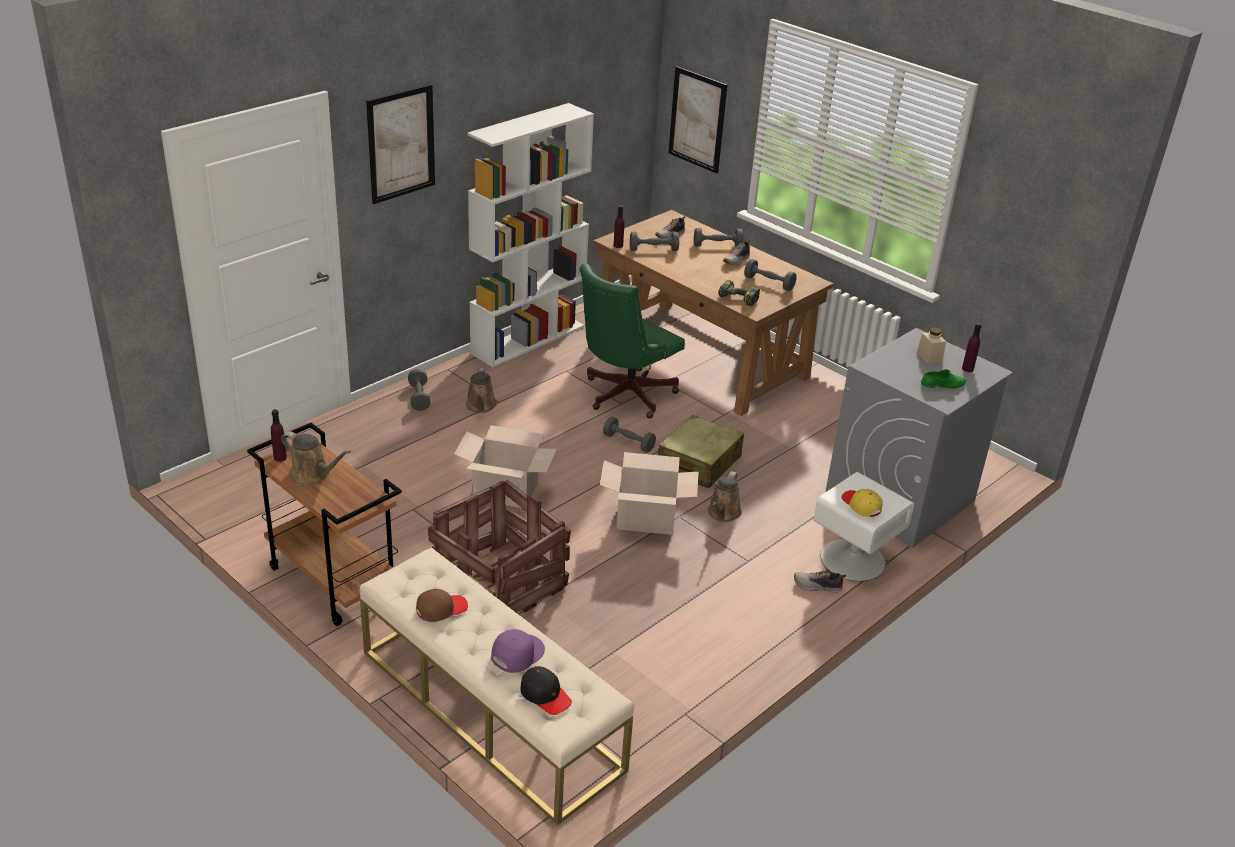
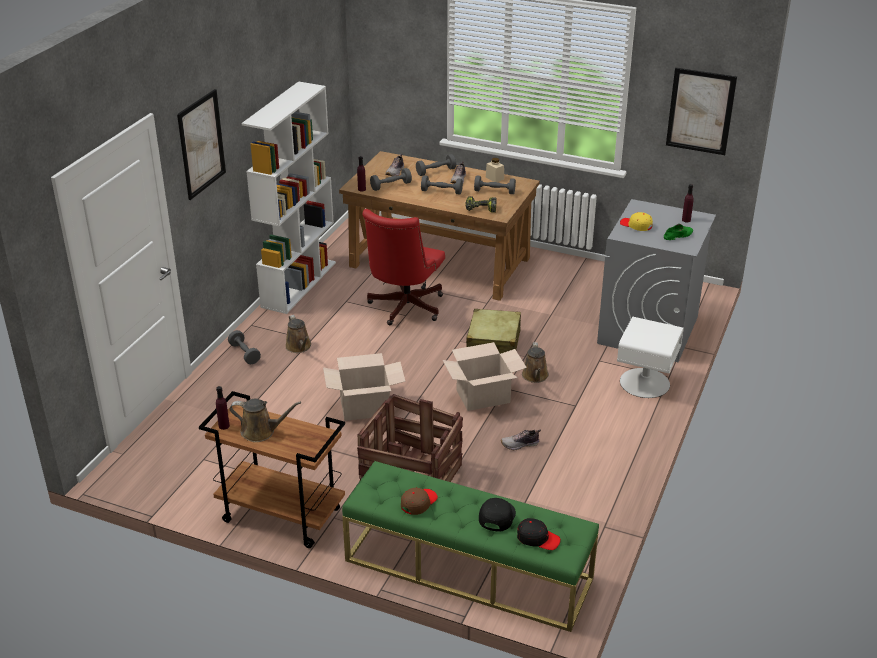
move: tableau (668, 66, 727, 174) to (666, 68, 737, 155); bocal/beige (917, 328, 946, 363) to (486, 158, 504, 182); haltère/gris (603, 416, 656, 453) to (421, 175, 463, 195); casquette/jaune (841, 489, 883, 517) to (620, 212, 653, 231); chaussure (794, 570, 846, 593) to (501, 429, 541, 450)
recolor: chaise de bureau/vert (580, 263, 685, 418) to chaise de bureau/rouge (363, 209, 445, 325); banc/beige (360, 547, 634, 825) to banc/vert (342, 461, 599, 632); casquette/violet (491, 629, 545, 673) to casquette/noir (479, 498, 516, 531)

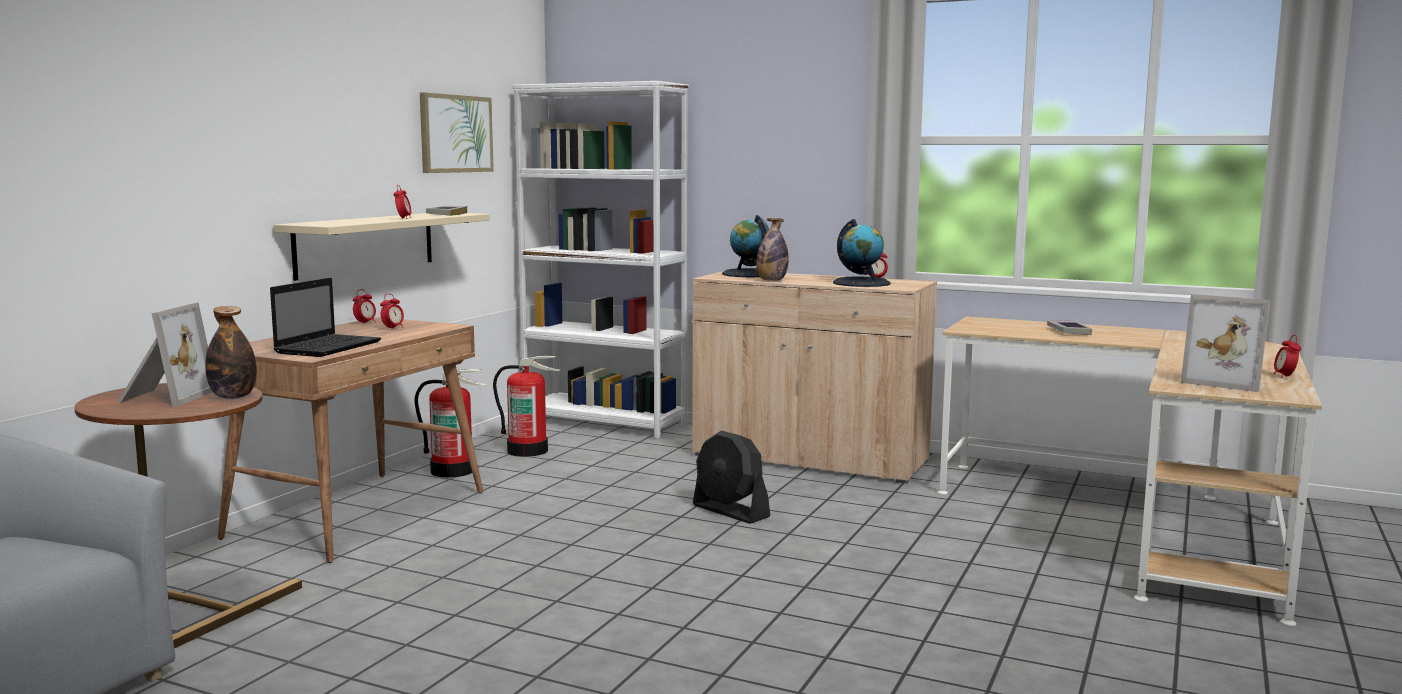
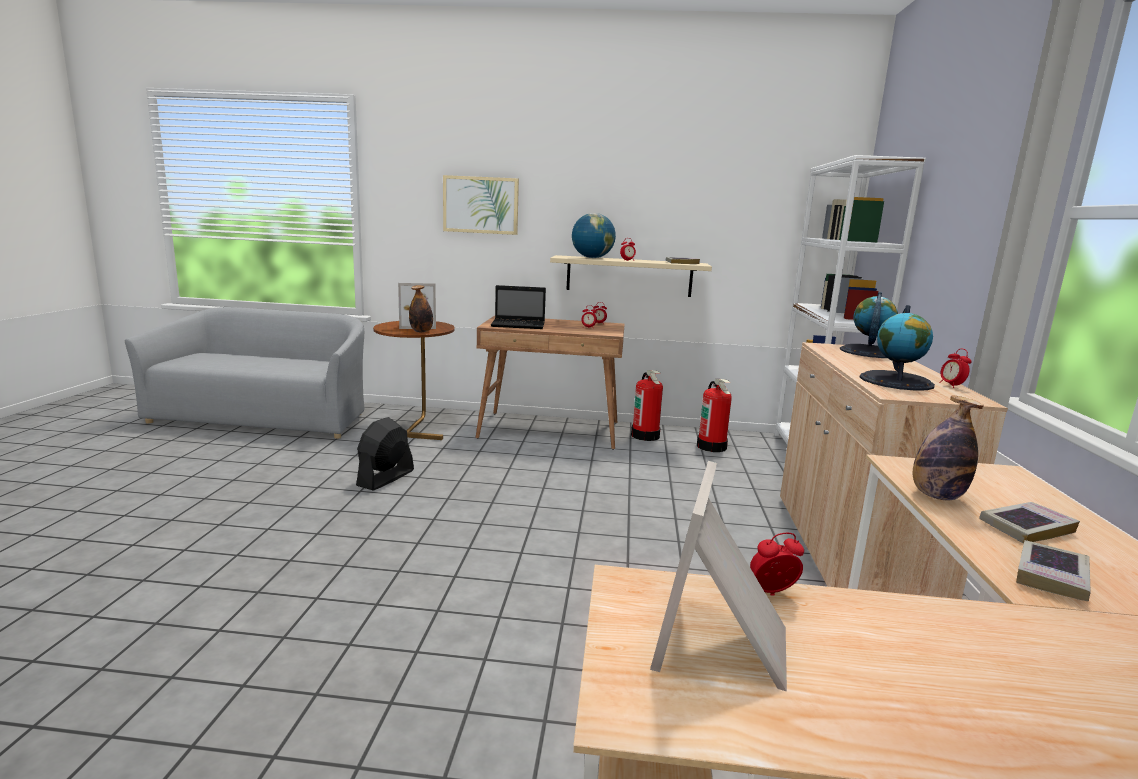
insert: globe (572, 213, 616, 258); livre (1016, 540, 1091, 601)
move: tableau (420, 92, 494, 173) to (443, 175, 519, 235); bouteille (756, 218, 789, 281) to (913, 395, 984, 500); réveil (1274, 335, 1301, 378) to (750, 533, 804, 596); ventilateur/noir (693, 431, 770, 524) to (356, 417, 414, 490)

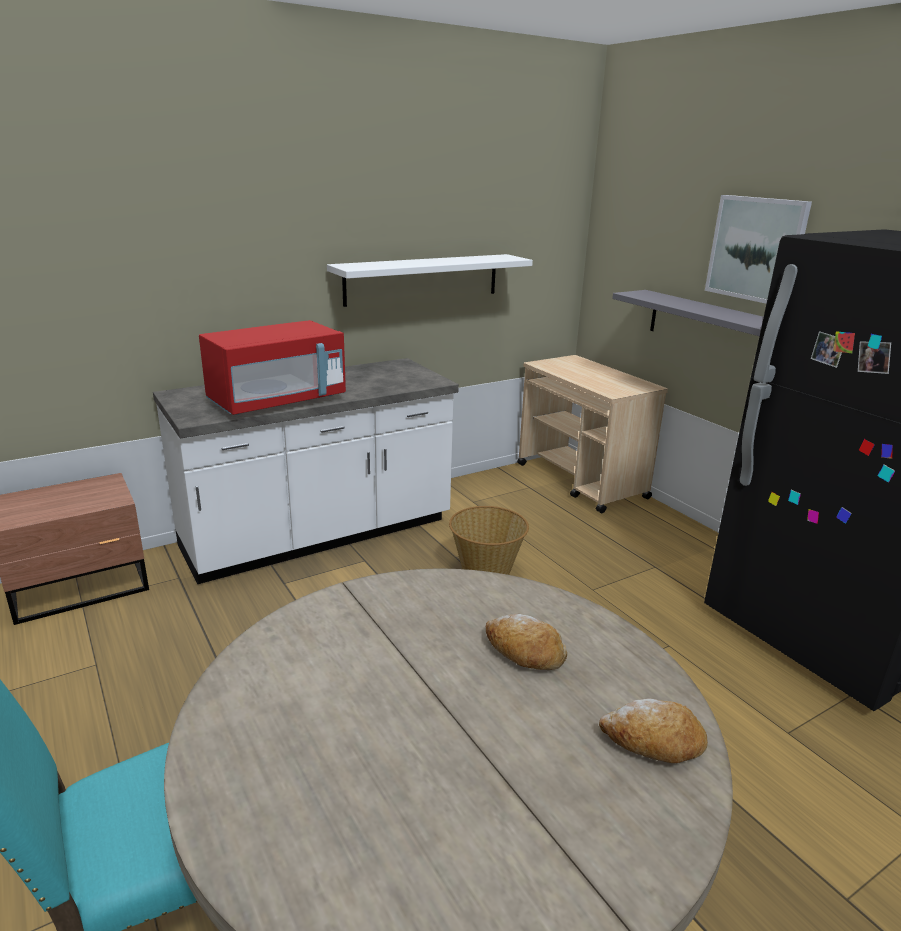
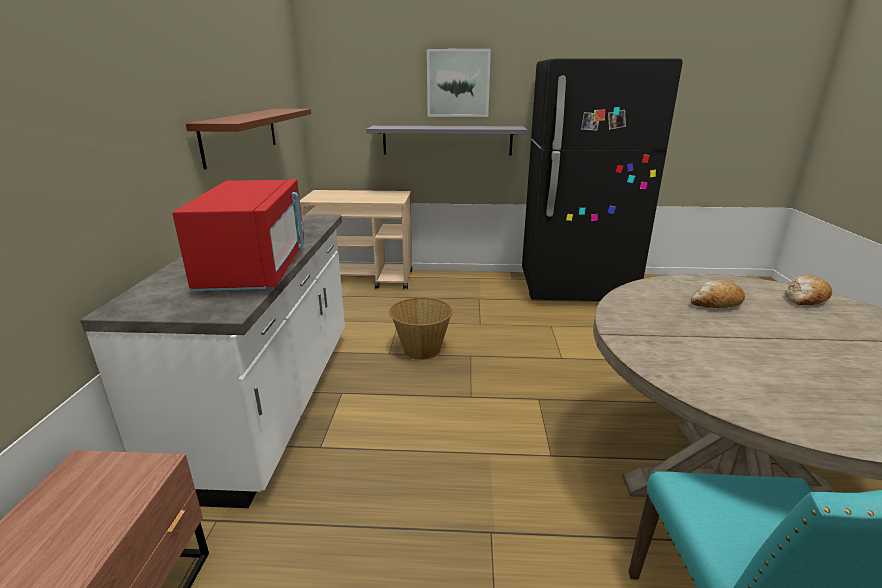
recolor: étagère/blanc (327, 254, 533, 307) to étagère/marron (186, 109, 311, 170)

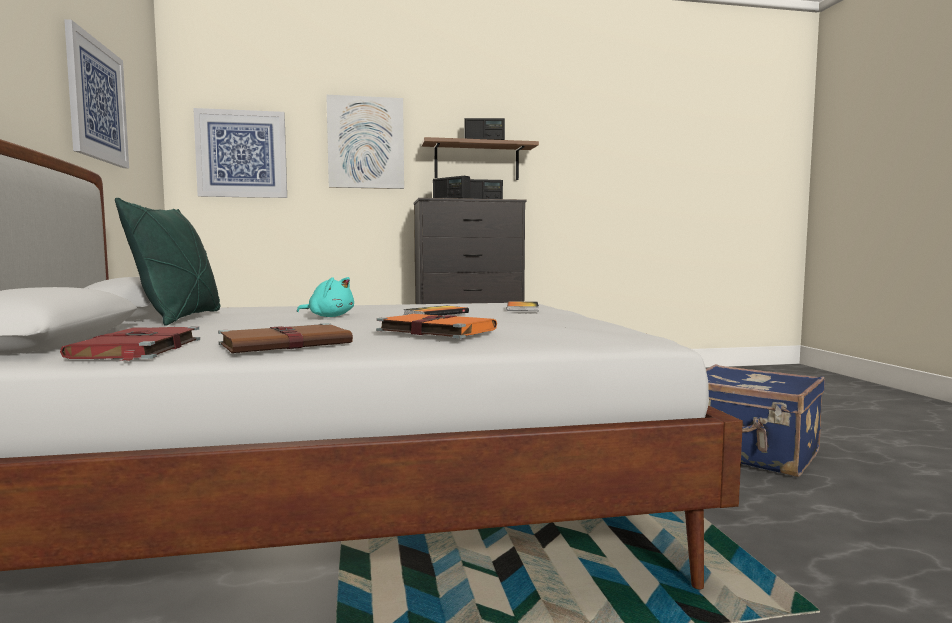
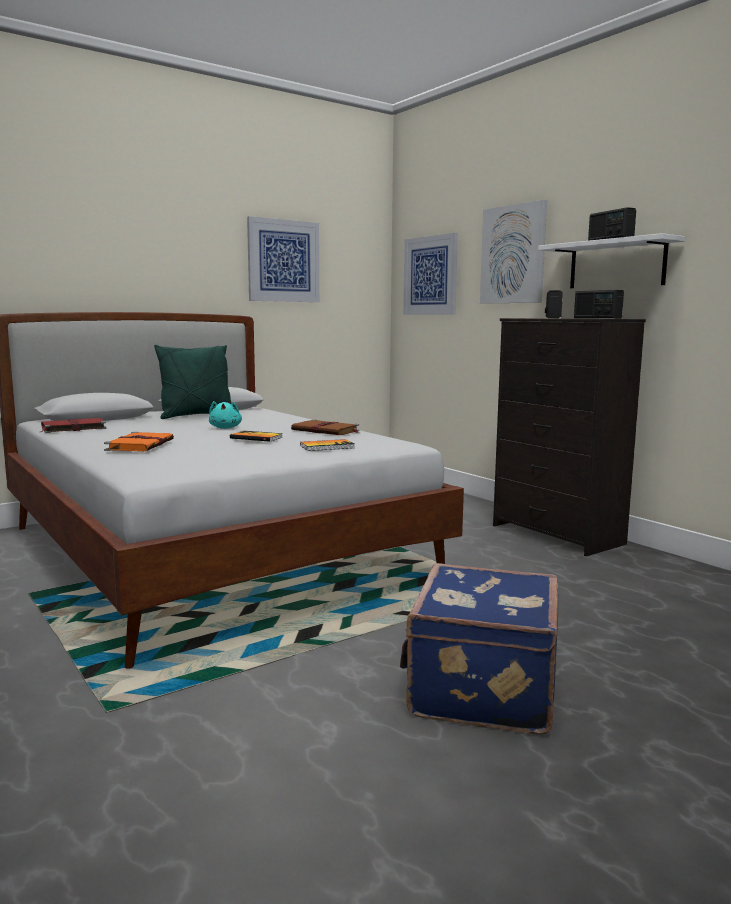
move: livre/marron (218, 323, 353, 353) to (291, 419, 359, 435)
recolor: étagère/marron (421, 137, 539, 180) to étagère/blanc (538, 233, 685, 288)

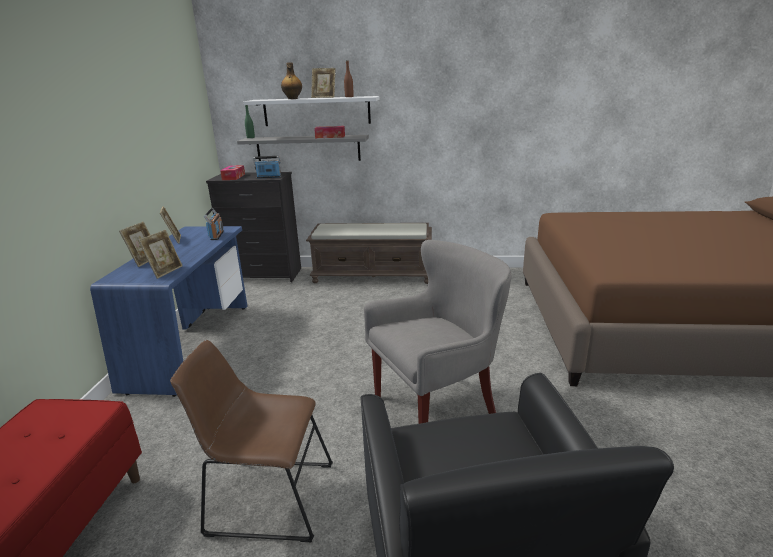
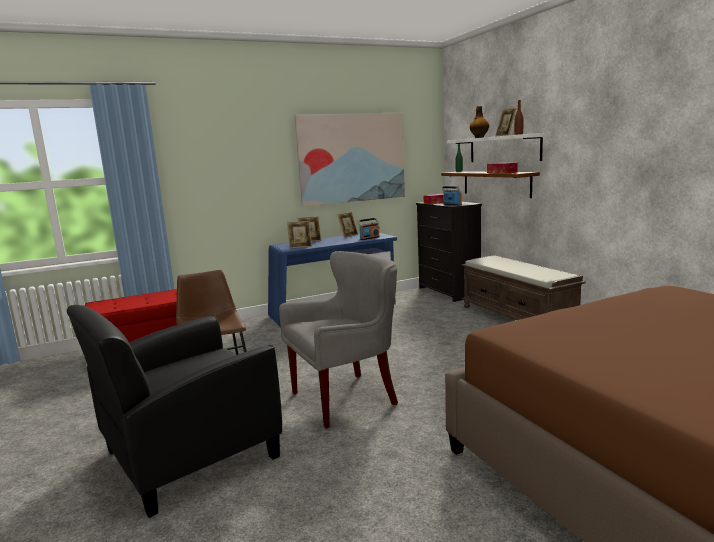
insert: tableau (295, 113, 405, 207)
recolor: étagère/gris (237, 135, 369, 161) to étagère/marron (441, 171, 540, 198)
rotate: fauteuil/gris (364, 240, 512, 424) = (279, 251, 398, 428) 60 degrees counterclockwise

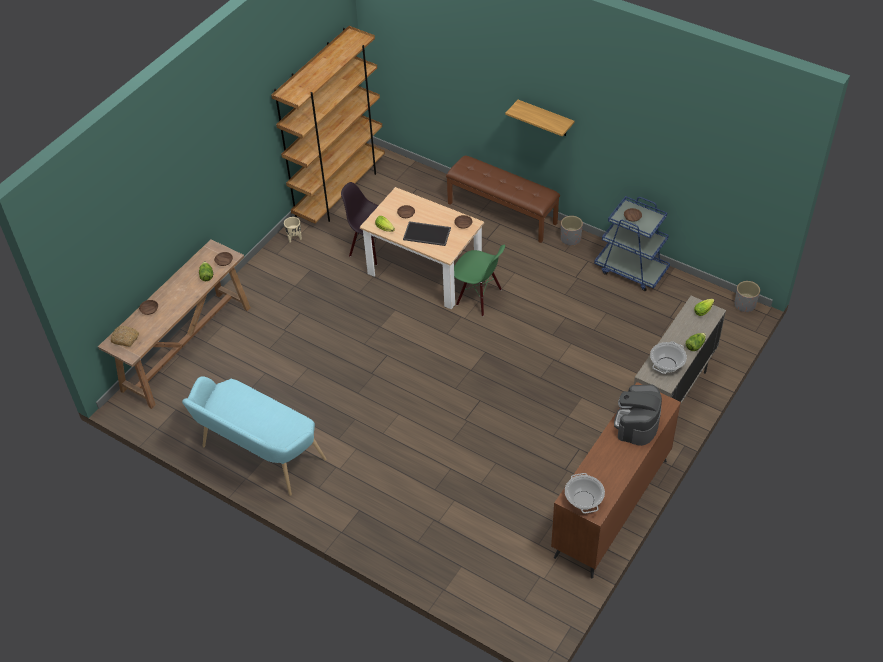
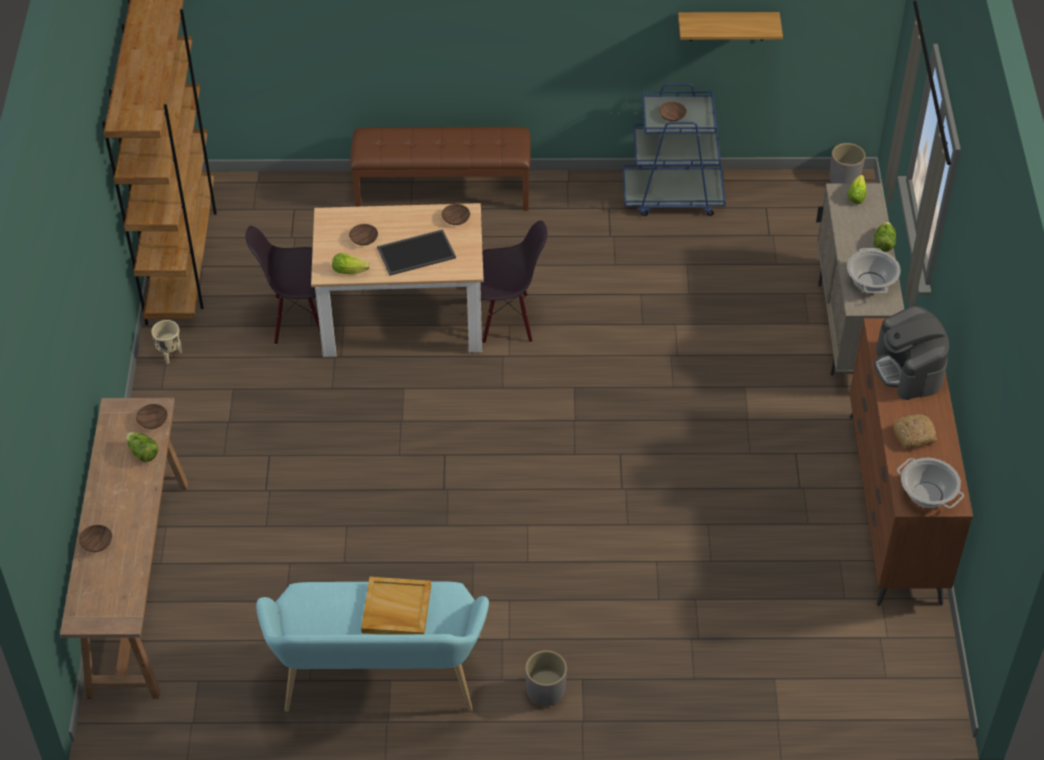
insert: plateau/beige (361, 577, 431, 635)
move: étagère (505, 100, 575, 136) to (678, 12, 783, 41); cache-pot/gris (561, 216, 583, 246) to (525, 650, 567, 706); pain (111, 326, 139, 347) to (893, 414, 937, 449)
recolor: chaise/vert (454, 245, 505, 317) to chaise/noir (480, 220, 548, 344)

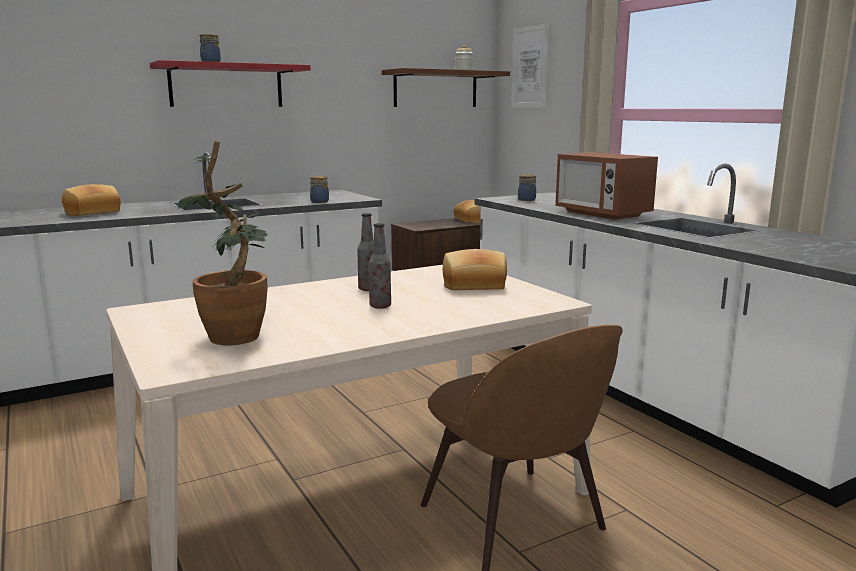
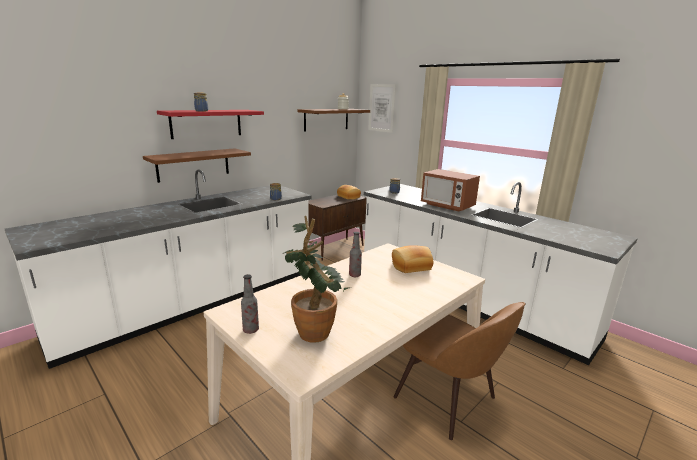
delete: pain (62, 184, 121, 216)
insert: étagère/marron (143, 148, 251, 183)
move: bouteille (369, 223, 391, 309) to (241, 274, 259, 334)

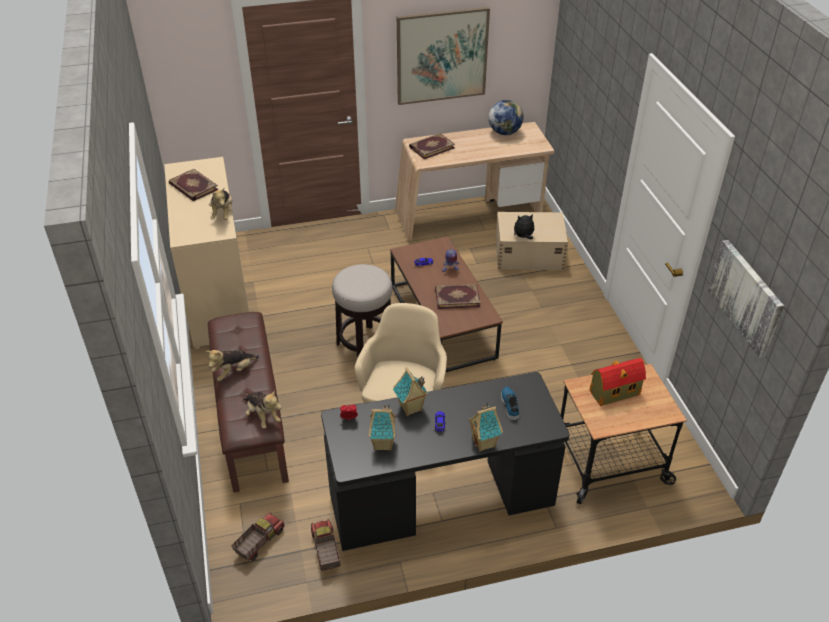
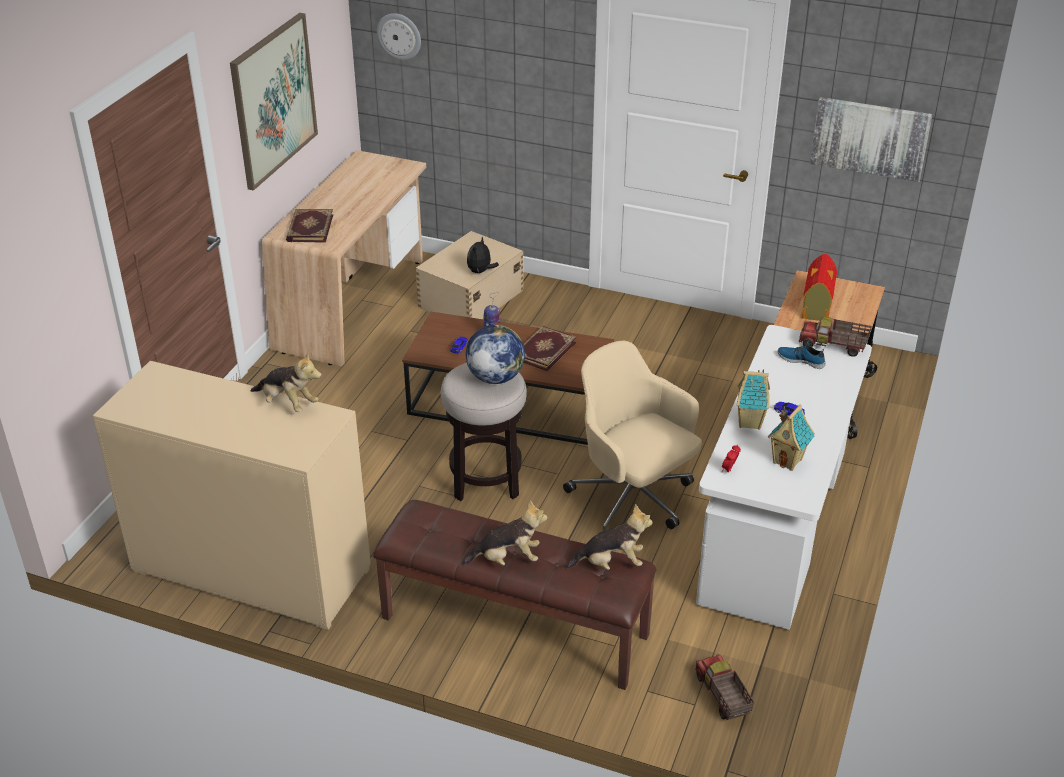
delete: livre (169, 169, 218, 201); maison miniature (468, 402, 503, 452)
insert: horloge murale (377, 13, 421, 60)
move: globe (489, 100, 524, 135) to (465, 325, 525, 384); camion jouet (311, 519, 340, 571) to (799, 317, 872, 357)
recolor: bureau/noir (321, 372, 570, 551) to bureau/blanc (696, 325, 872, 630)
rotate: peluche (206, 350, 259, 381) = (462, 499, 548, 565) 90 degrees counterclockwise

